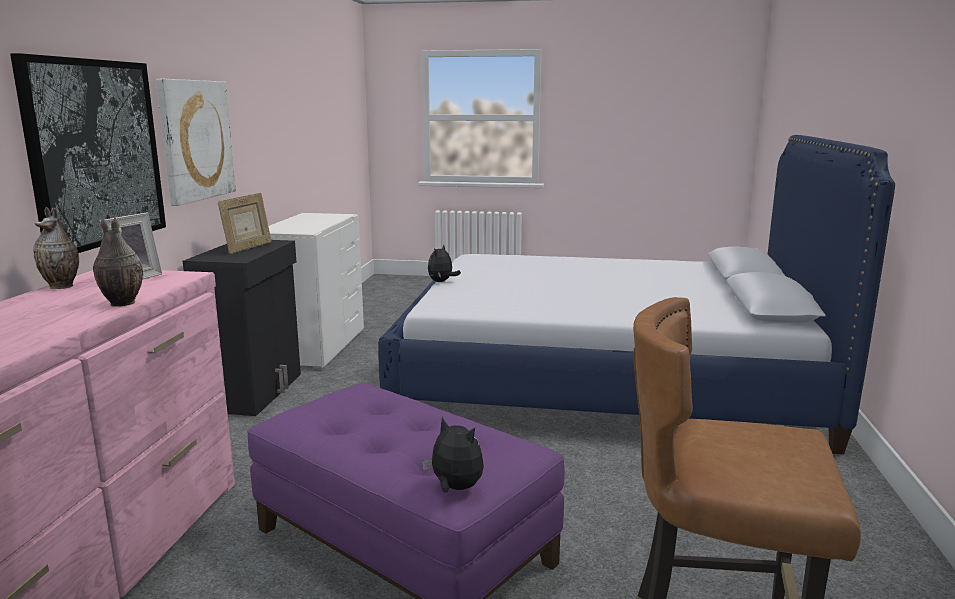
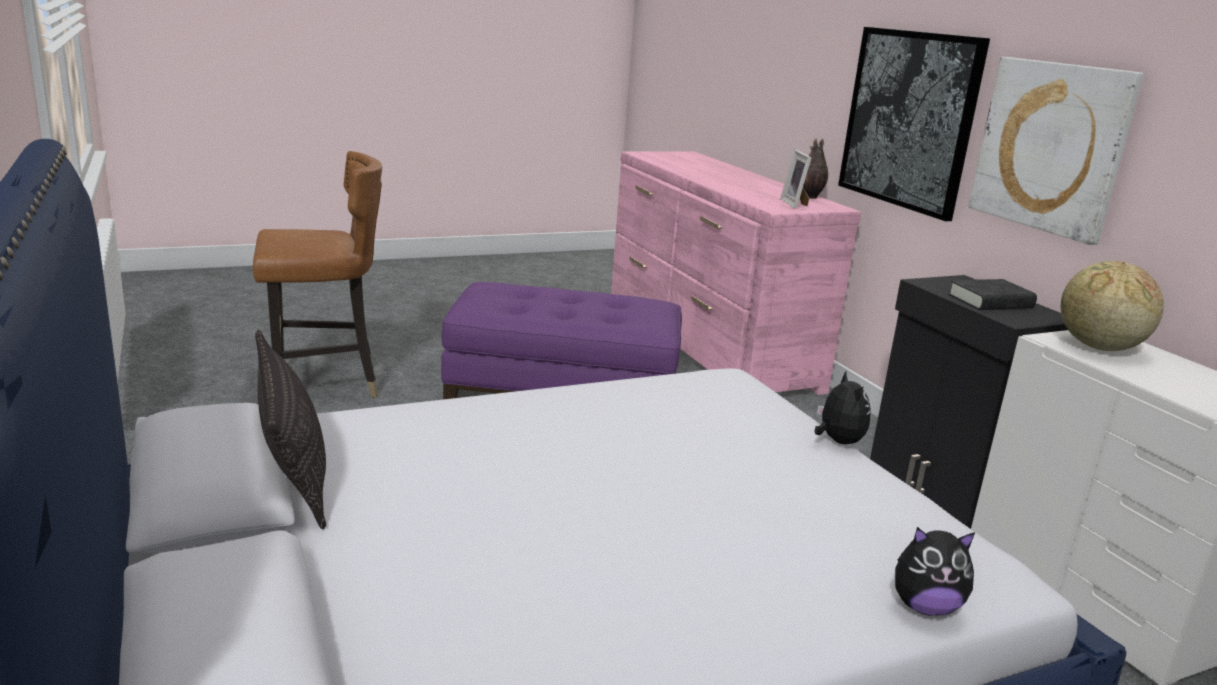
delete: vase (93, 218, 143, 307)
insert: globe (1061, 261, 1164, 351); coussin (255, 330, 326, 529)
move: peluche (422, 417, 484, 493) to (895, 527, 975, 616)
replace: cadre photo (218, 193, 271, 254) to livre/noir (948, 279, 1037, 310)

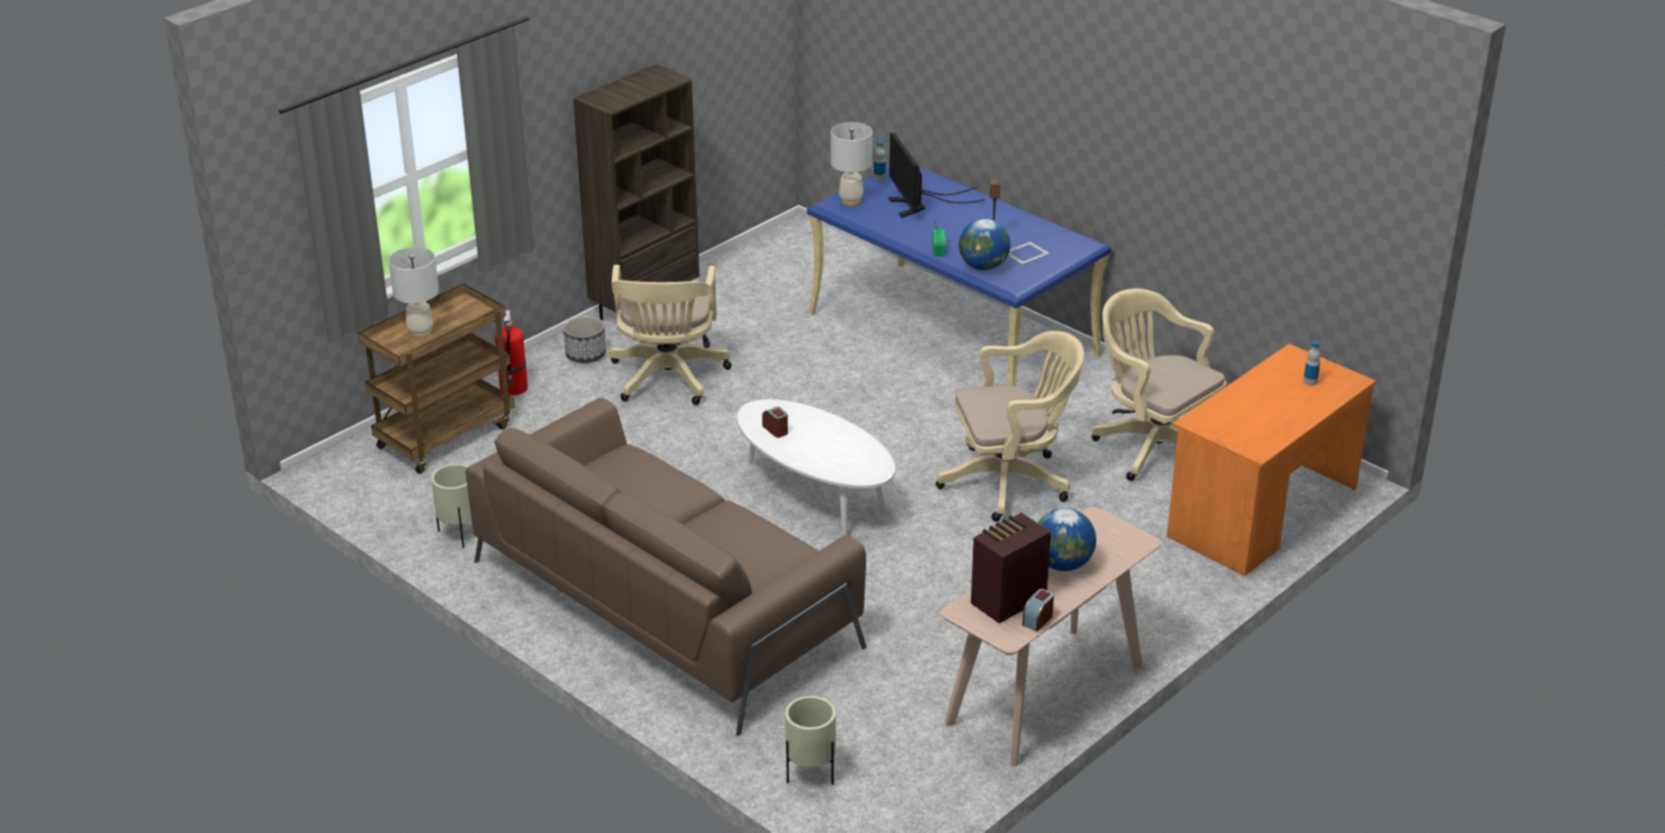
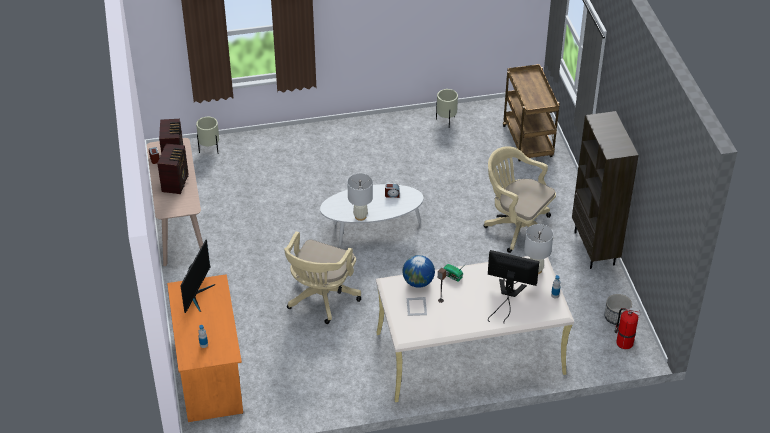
delete: chaise de bureau/beige (1091, 288, 1226, 481); canapé/marron (466, 398, 867, 736)
insert: écran d'ordinateur (180, 240, 215, 313)
move: lampe de table/blanc (389, 247, 439, 338) to (347, 173, 373, 221); extincteur (495, 310, 528, 396) to (614, 308, 640, 349); cache-pot (563, 316, 606, 363) to (604, 294, 632, 325)
replace: globe (1038, 508, 1096, 571) to radio (157, 143, 189, 194)
recolor: bureau/bleu (807, 167, 1111, 386) to bureau/beige (376, 256, 574, 402)

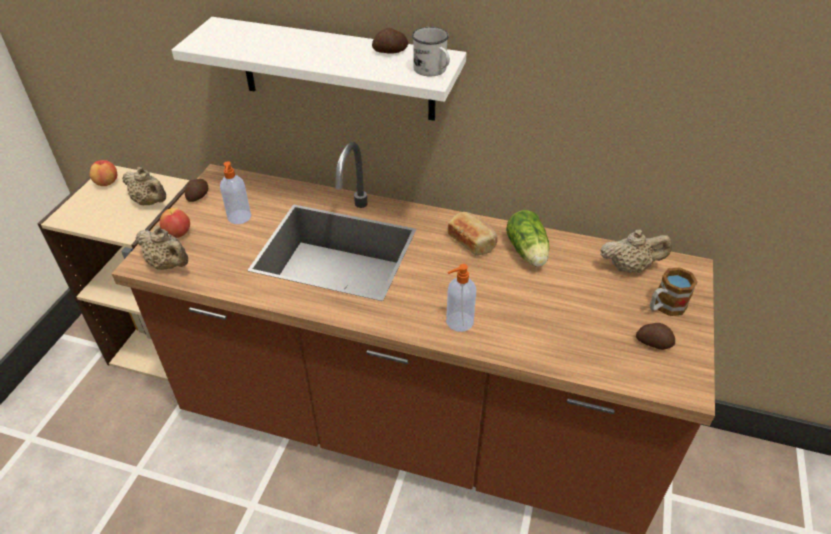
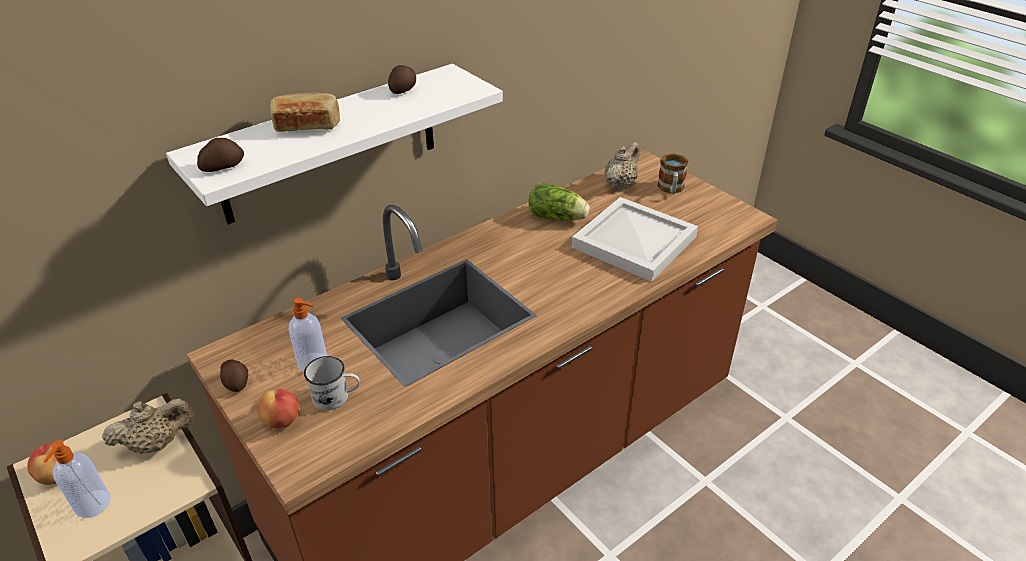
delete: théière/beige (136, 226, 188, 270)
insert: plateau/blanc (572, 197, 698, 282)
move: mug/blanc (412, 27, 450, 76) to (304, 356, 360, 410); pain (447, 212, 498, 256) to (270, 93, 340, 132); distributeur de savon (446, 264, 476, 332) to (44, 440, 111, 518); pomme de terre (636, 323, 675, 350) to (197, 138, 244, 172)

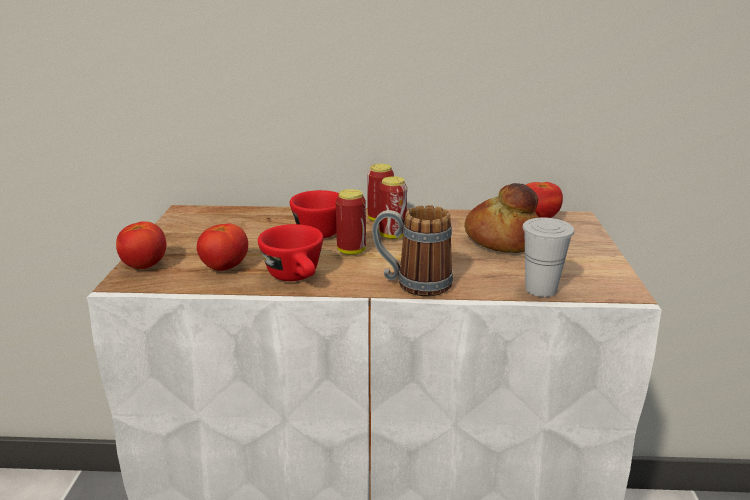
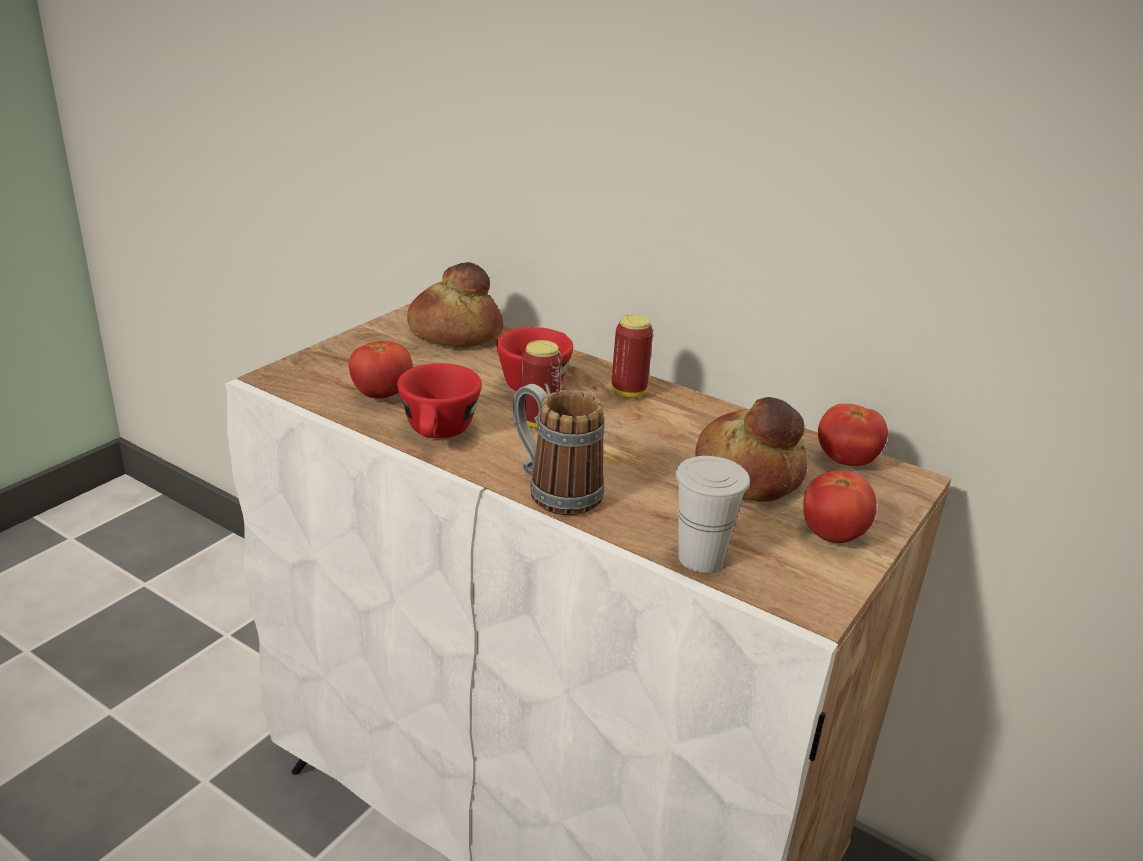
delete: boîte métallique (379, 176, 407, 239)
insert: pain (407, 262, 503, 347)
move: tomate (116, 221, 166, 269) to (803, 471, 876, 543)

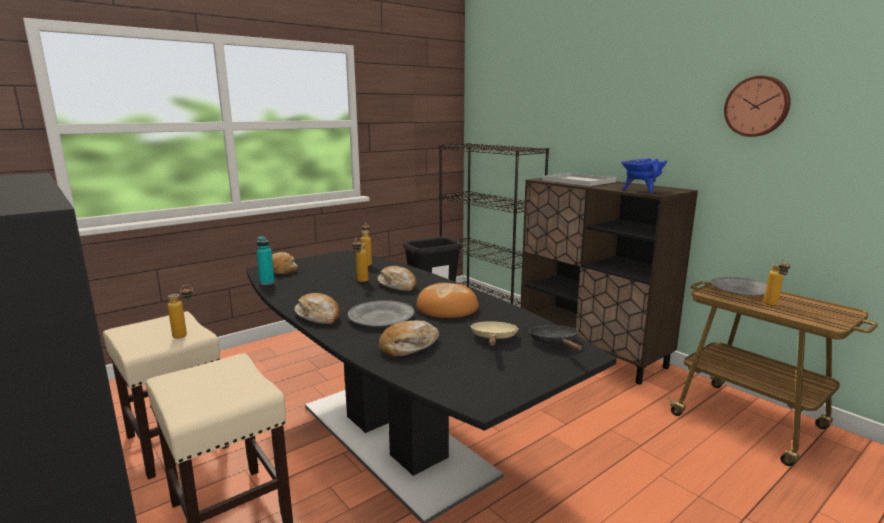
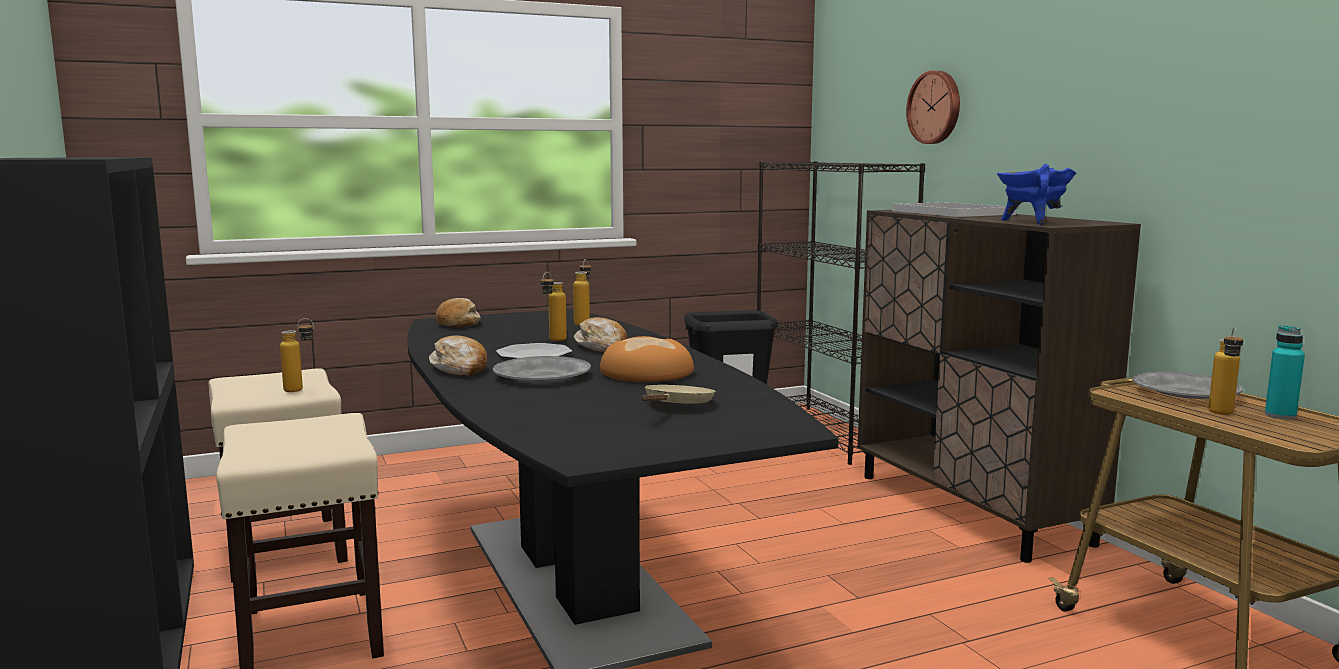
delete: pain (379, 320, 439, 357); poêle/noir (529, 325, 582, 351)
insert: assiette (496, 343, 572, 359)
move: horloge murale (724, 76, 791, 137) to (906, 71, 960, 144); bouteille/turquoise (257, 236, 275, 285) to (1265, 325, 1305, 419)

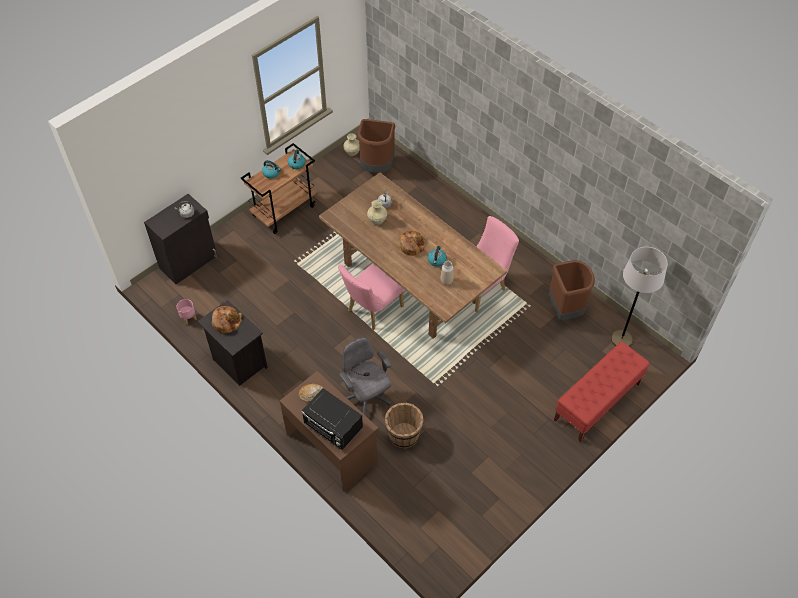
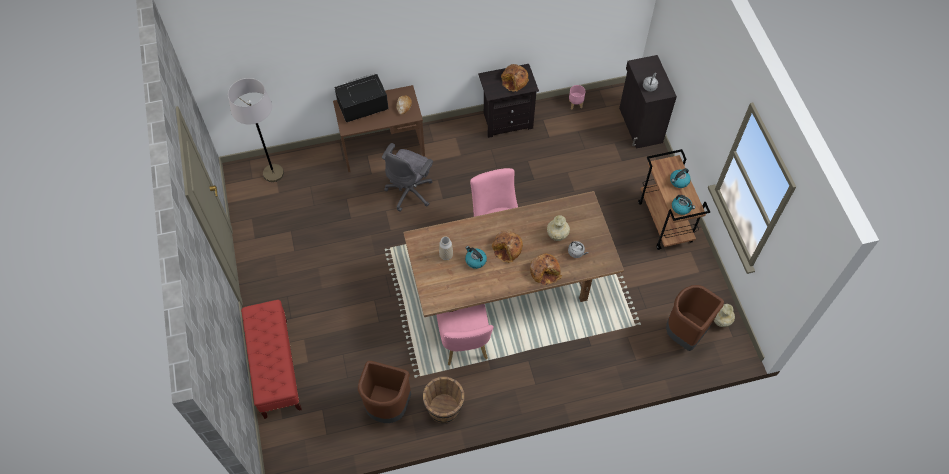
insert: pain (530, 254, 562, 285)
move: lampadaire/gris (611, 247, 668, 347) to (228, 78, 284, 182); seau/marron (385, 402, 424, 449) to (423, 377, 464, 423)
rotate: chaise de bureau/gris (339, 337, 392, 418) = (382, 143, 433, 212) 120 degrees clockwise

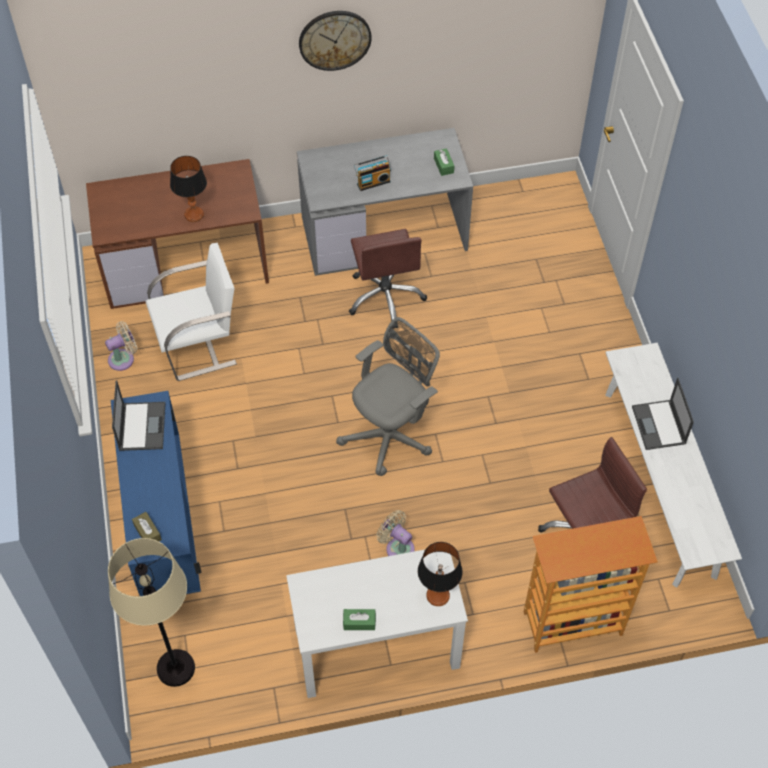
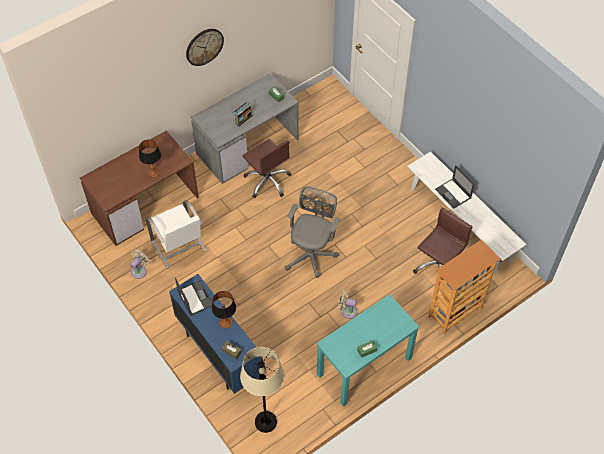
move: lampe de table (418, 542, 462, 606) to (212, 291, 236, 329)
recolor: bureau/blanc (286, 550, 468, 698) to bureau/turquoise (317, 294, 420, 407)
rotate: chaise/blanc (146, 243, 237, 381) = (146, 200, 206, 269) 105 degrees clockwise

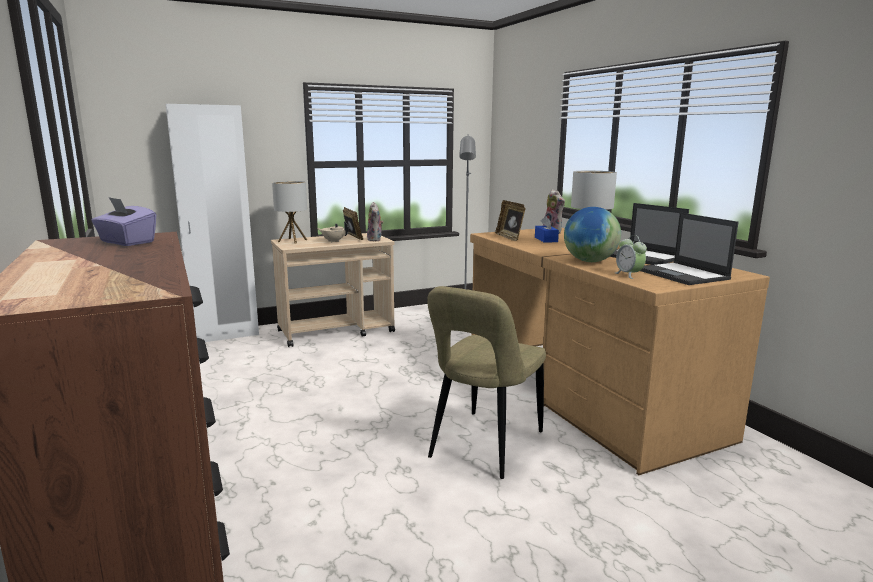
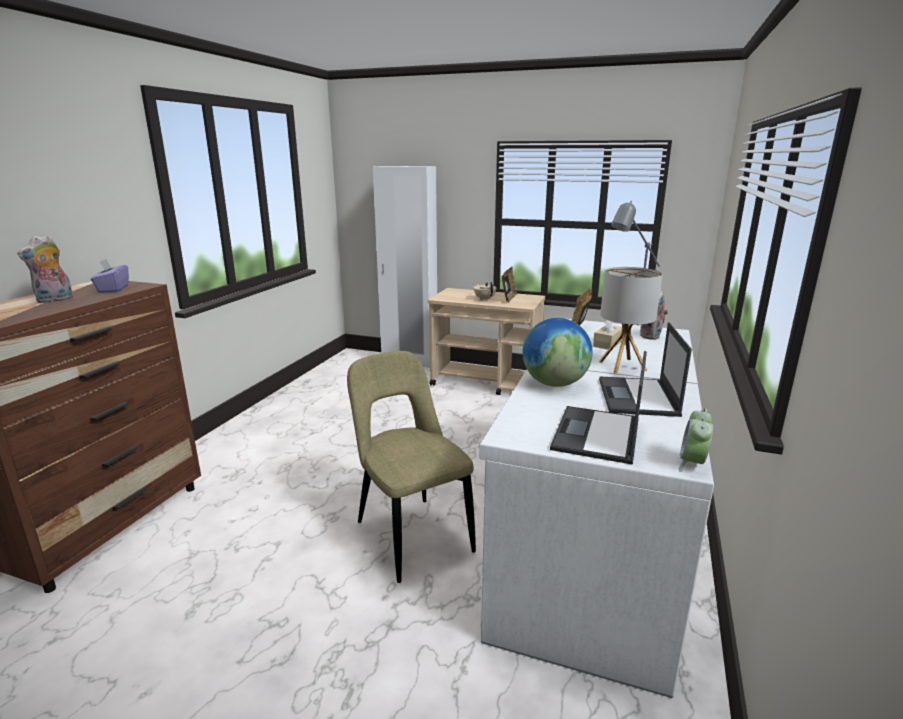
delete: lampe de table (272, 181, 307, 243)
move: peluche (367, 202, 384, 241) to (17, 234, 73, 303); réveil (615, 235, 647, 279) to (679, 408, 713, 472)
recolor: boîte à mouchoirs/bleu (535, 216, 559, 243) to boîte à mouchoirs/beige (593, 320, 622, 350); bureau/marron (470, 228, 770, 475) to bureau/blanc (479, 319, 714, 698)
rotate: chaise/beige (427, 286, 546, 479) = (347, 351, 476, 583) 75 degrees clockwise

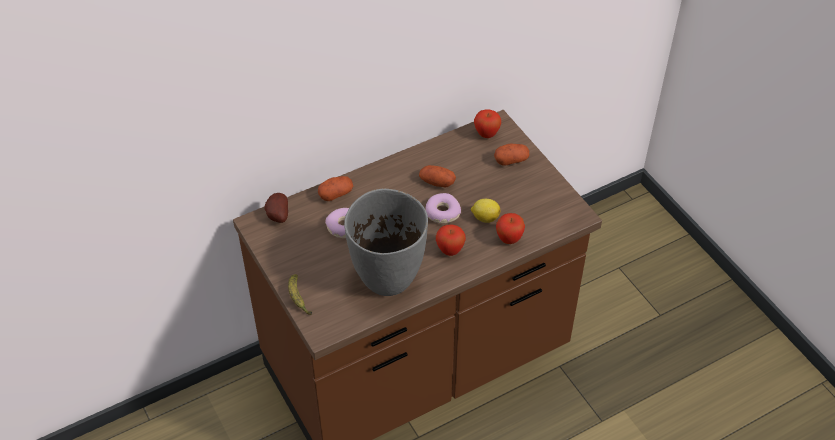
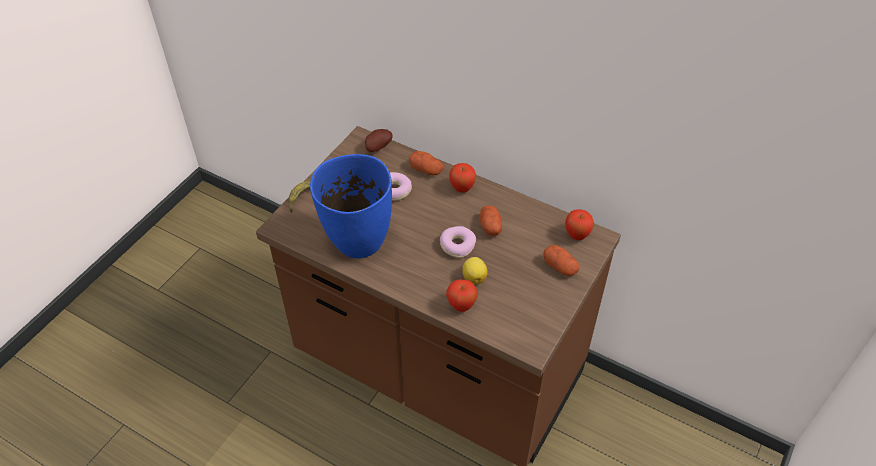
move: pomme (436, 225, 466, 256) to (449, 163, 476, 193)
recolor: vase/gris (344, 189, 428, 296) to vase/bleu (310, 154, 392, 258)

